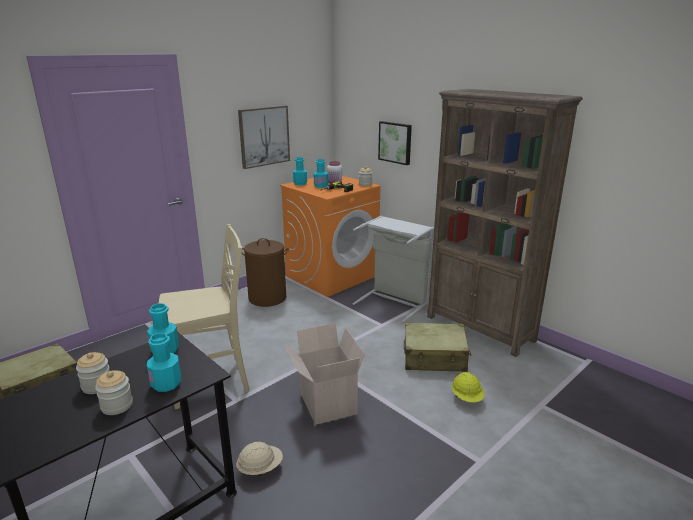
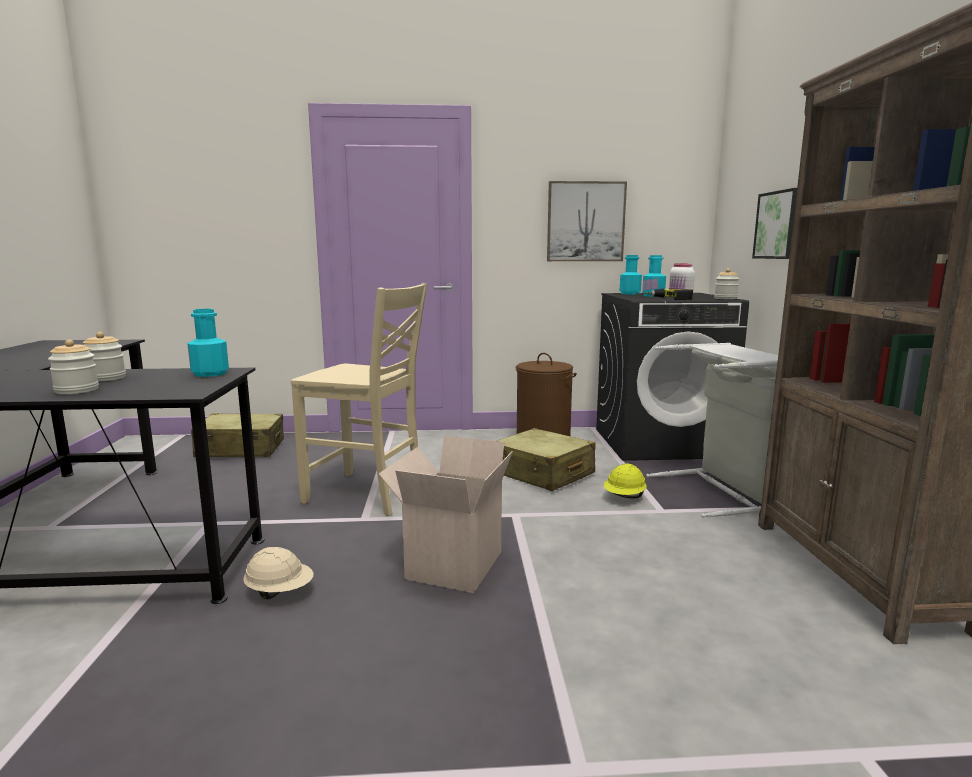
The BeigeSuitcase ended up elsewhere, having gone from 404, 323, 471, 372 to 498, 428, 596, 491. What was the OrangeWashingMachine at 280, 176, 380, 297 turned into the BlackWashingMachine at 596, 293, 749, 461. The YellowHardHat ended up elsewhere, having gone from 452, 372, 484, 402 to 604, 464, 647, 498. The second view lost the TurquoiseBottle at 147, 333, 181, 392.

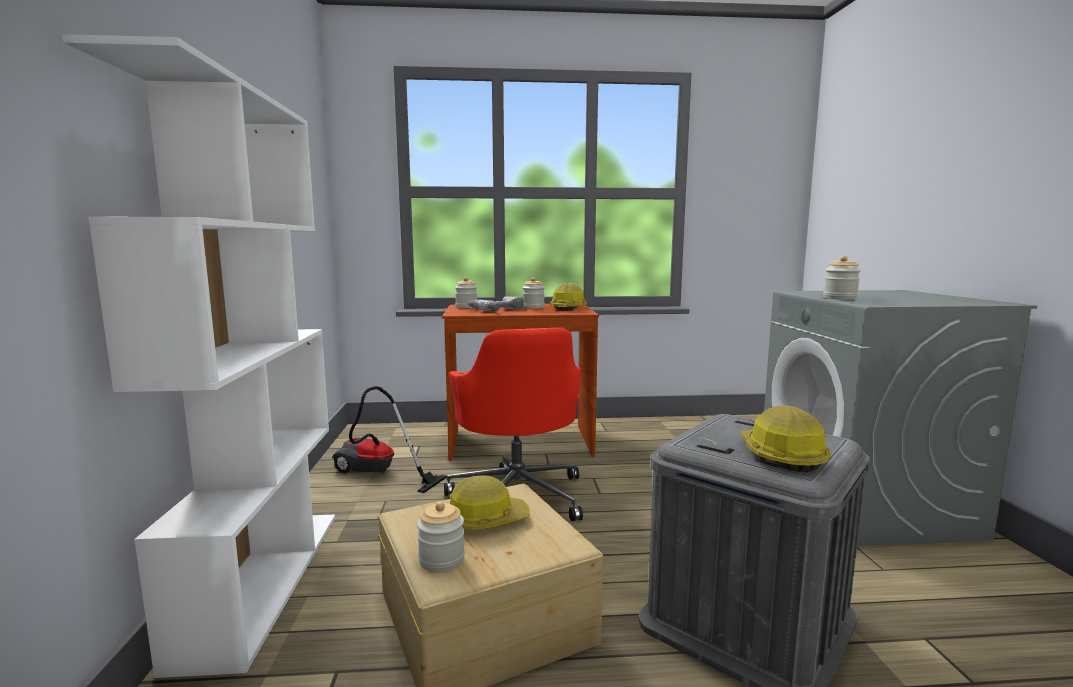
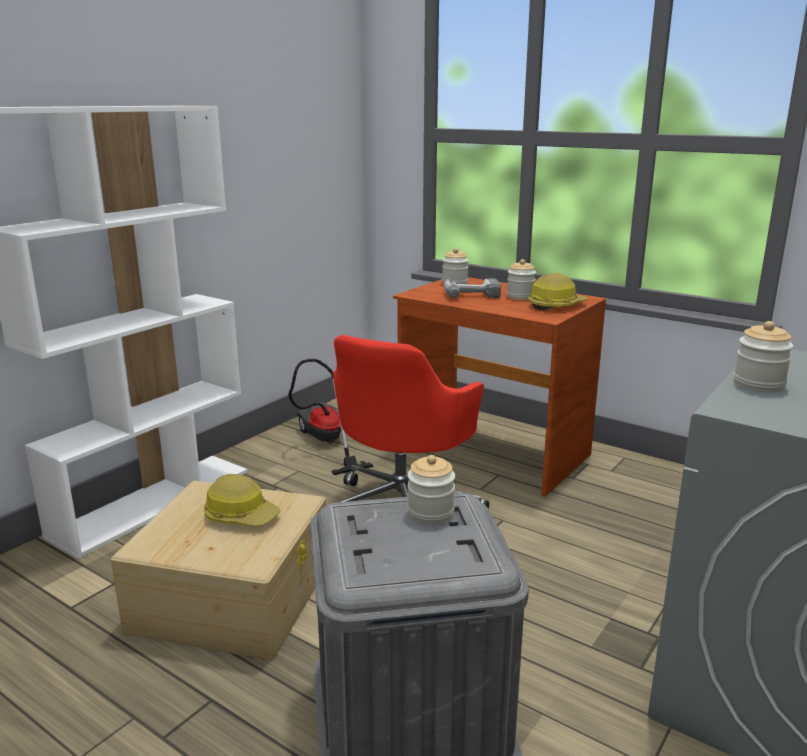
The Jar ended up elsewhere, having gone from 417, 502, 465, 572 to 407, 455, 455, 524. The second view lost the HardHat at 739, 405, 831, 473.

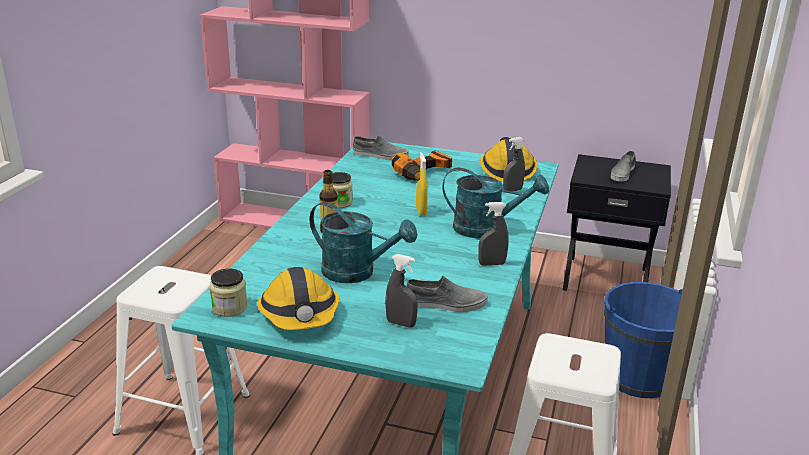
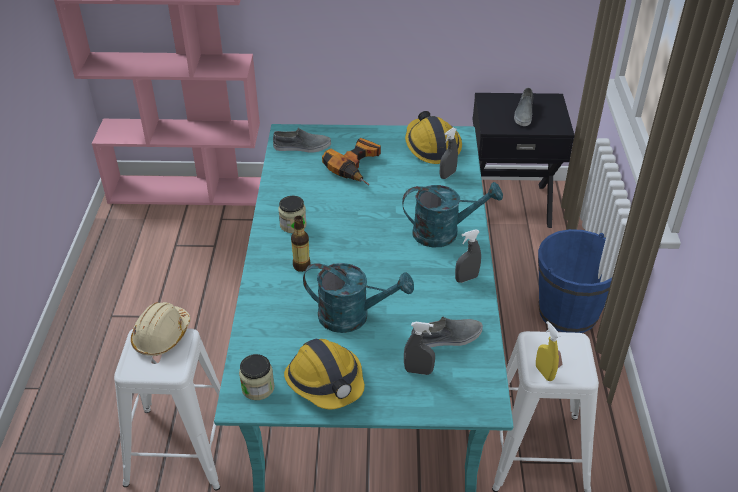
The second view gained the BeigeHardHat at 131, 302, 190, 356. The YellowSprayBottle ended up elsewhere, having gone from 416, 152, 428, 216 to 536, 321, 560, 381.

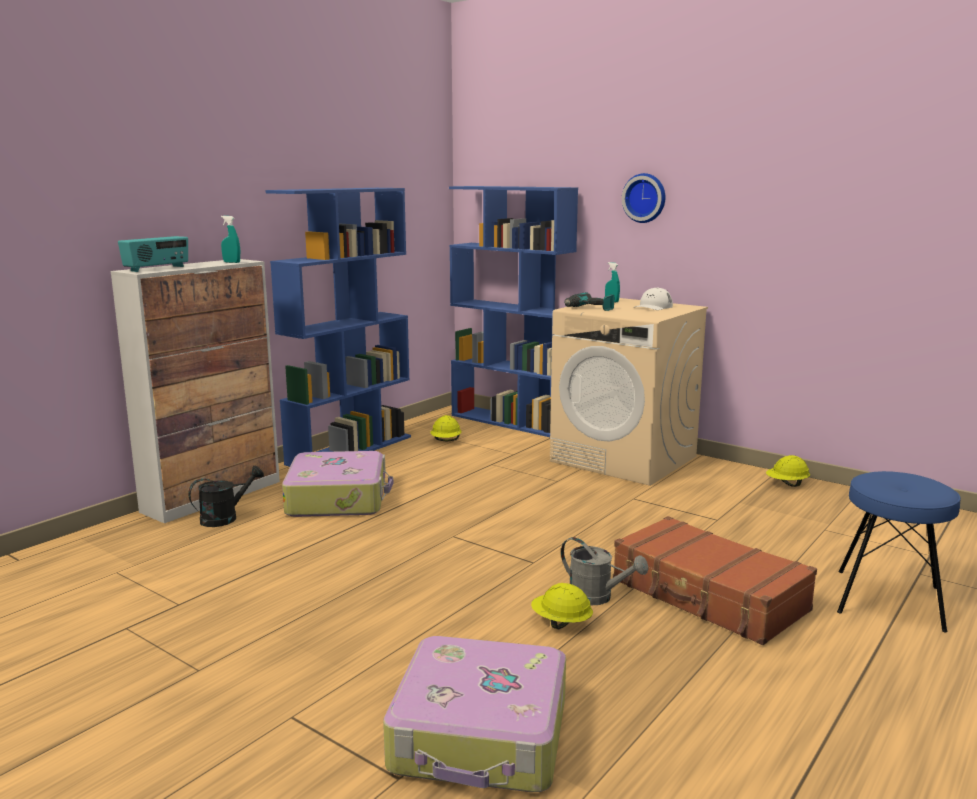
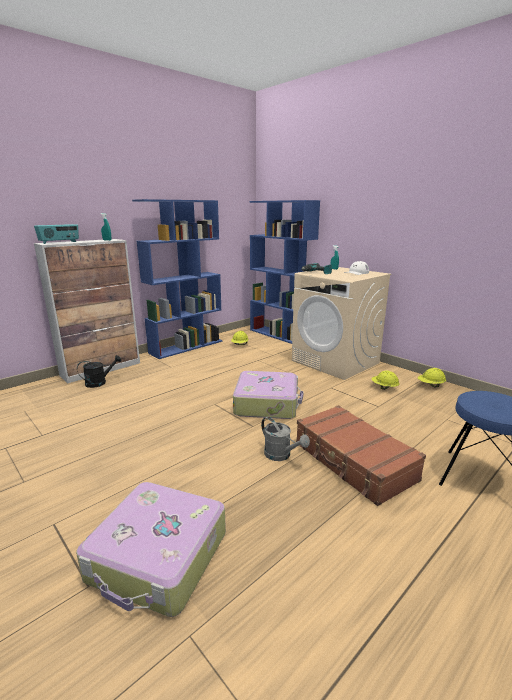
The Suitcase ended up elsewhere, having gone from 282, 451, 393, 517 to 233, 371, 303, 419. The YellowHardHat ended up elsewhere, having gone from 531, 583, 593, 629 to 372, 371, 400, 390. The second view lost the WallClock at 622, 173, 665, 223.

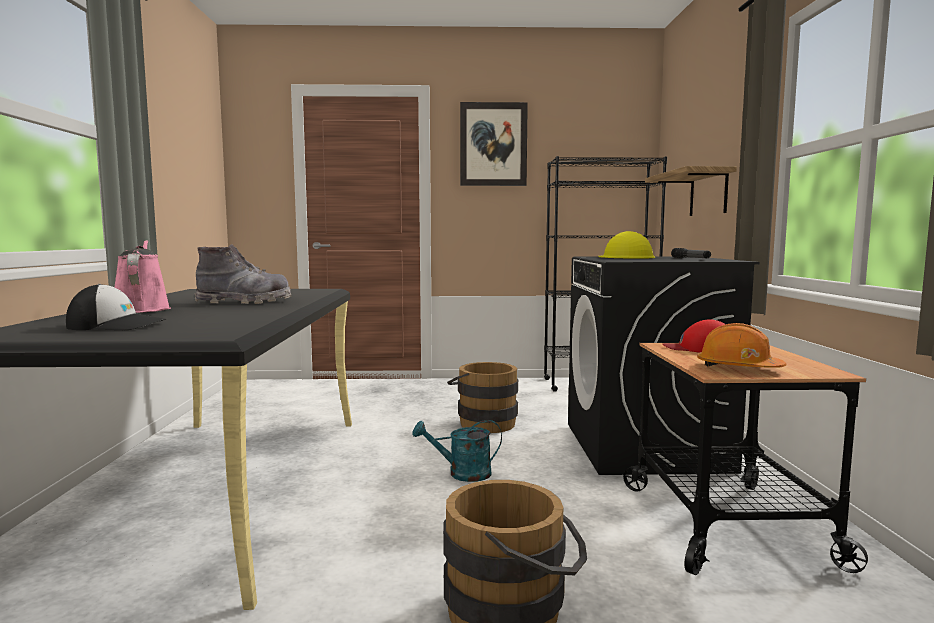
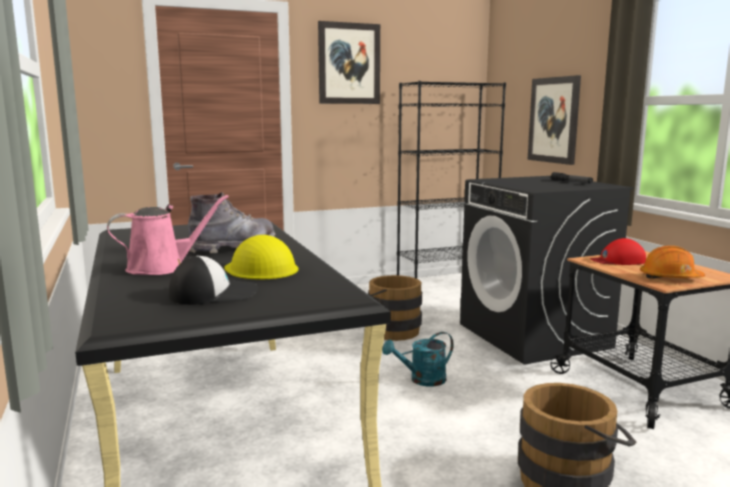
The PinkWateringCan at 115, 240, 171, 313 ended up facing another way, 105 degrees clockwise from before. The YellowHardHat ended up elsewhere, having gone from 598, 231, 655, 259 to 224, 235, 299, 279. Where the Shelf hung at 645, 166, 737, 216, the Picture came to hang at 527, 75, 581, 165.

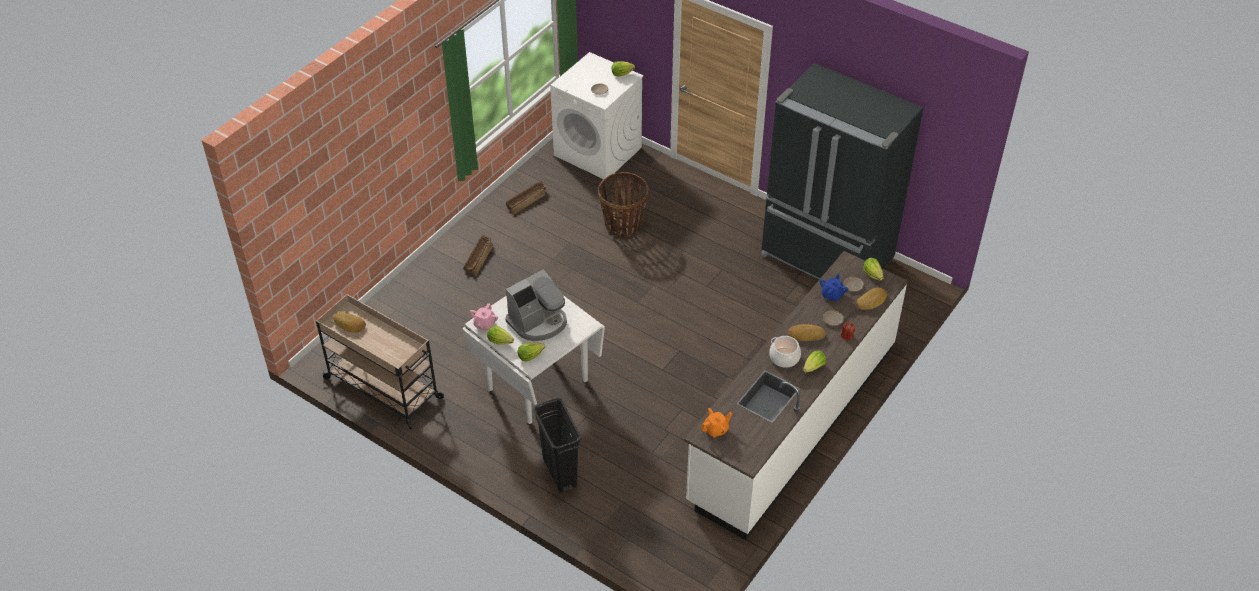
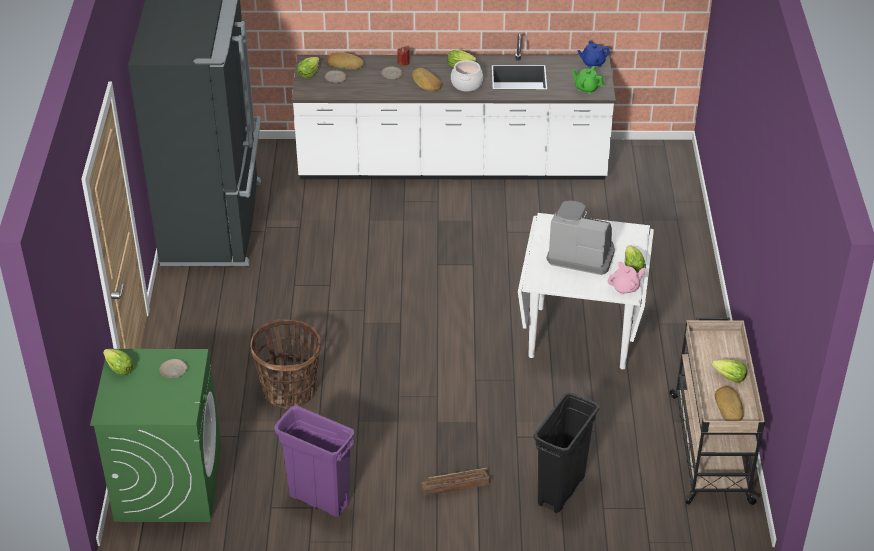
What was the WhiteWashingMachine at 550, 52, 643, 179 turned into the GreenWashingMachine at 90, 349, 222, 522. Where the Crate stood at 506, 181, 546, 215, the PurpleTrashCan came to stand at 274, 405, 355, 517. The BlackTrashCan ended up elsewhere, having gone from 533, 398, 582, 492 to 533, 392, 600, 513. What was the OrangeTeapot at 701, 408, 732, 438 turned into the GreenTeapot at 571, 66, 604, 94. The BlueTeapot ended up elsewhere, having gone from 819, 273, 848, 302 to 577, 40, 610, 68. The Lettuce ended up elsewhere, having gone from 518, 342, 545, 362 to 711, 359, 747, 382.

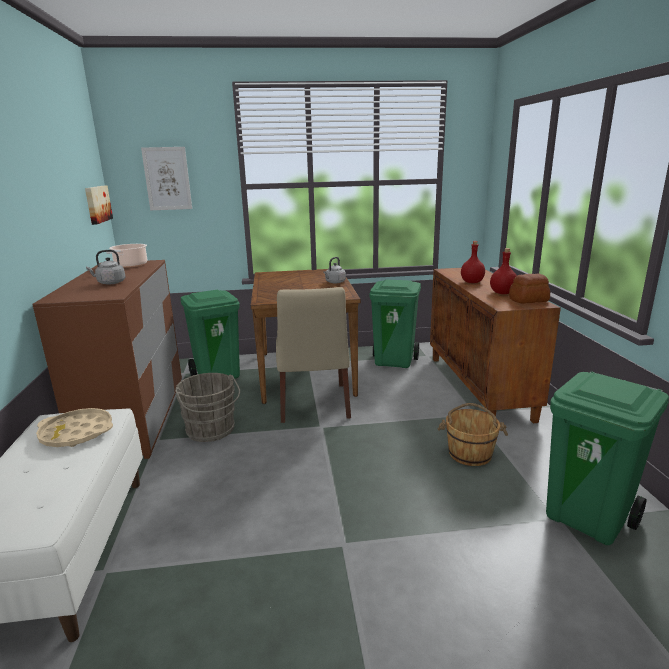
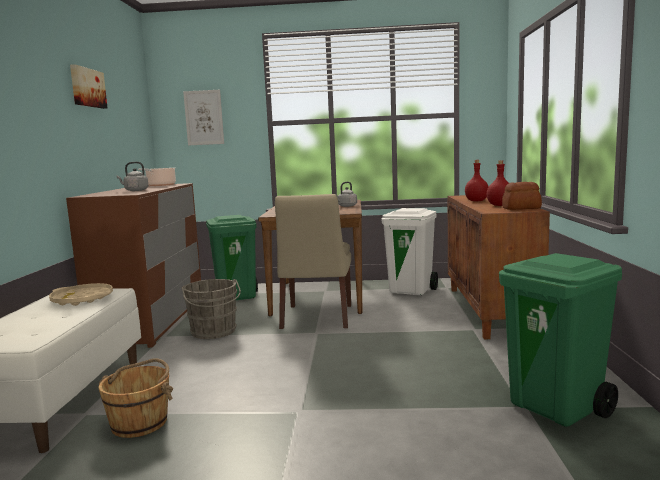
The Picture ended up elsewhere, having gone from 85, 186, 113, 225 to 70, 64, 108, 109. The BrownBucket ended up elsewhere, having gone from 438, 403, 508, 466 to 98, 358, 173, 438. What was the GreenTrashCan at 369, 280, 421, 368 turned into the WhiteTrashCan at 381, 208, 438, 295.

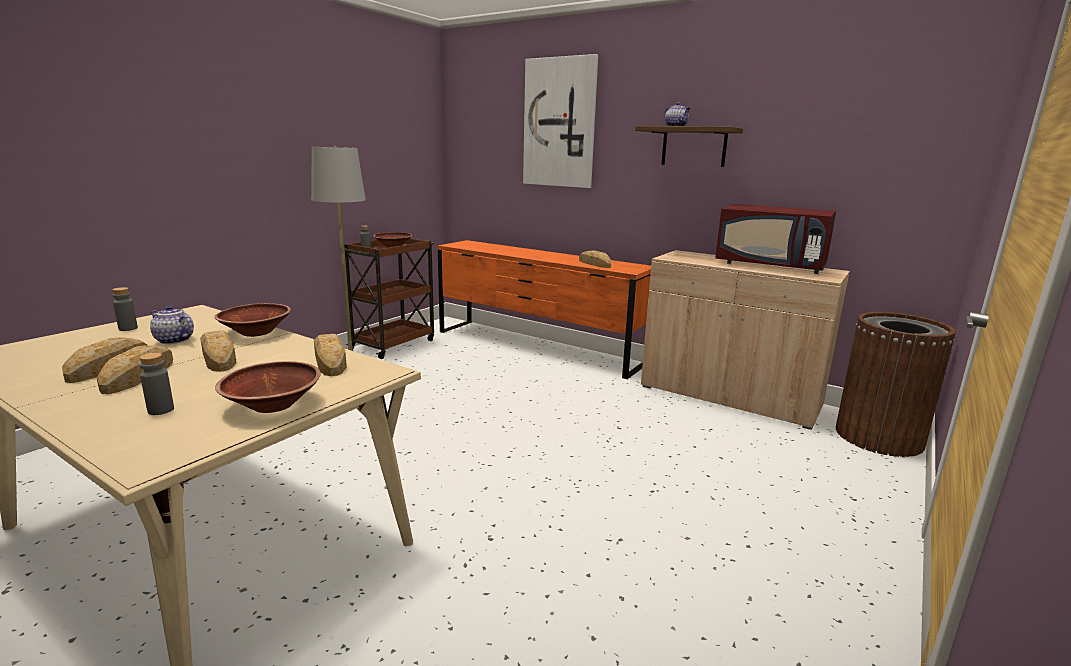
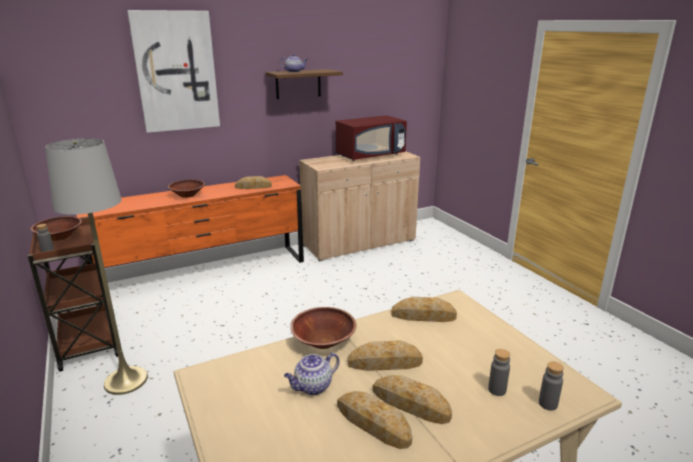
The BrownBowl ended up elsewhere, having gone from 215, 361, 321, 413 to 168, 180, 205, 198. The GreyBottle ended up elsewhere, having gone from 112, 287, 138, 331 to 539, 362, 564, 411. The second view lost the BrownTrashCan at 836, 312, 956, 457.

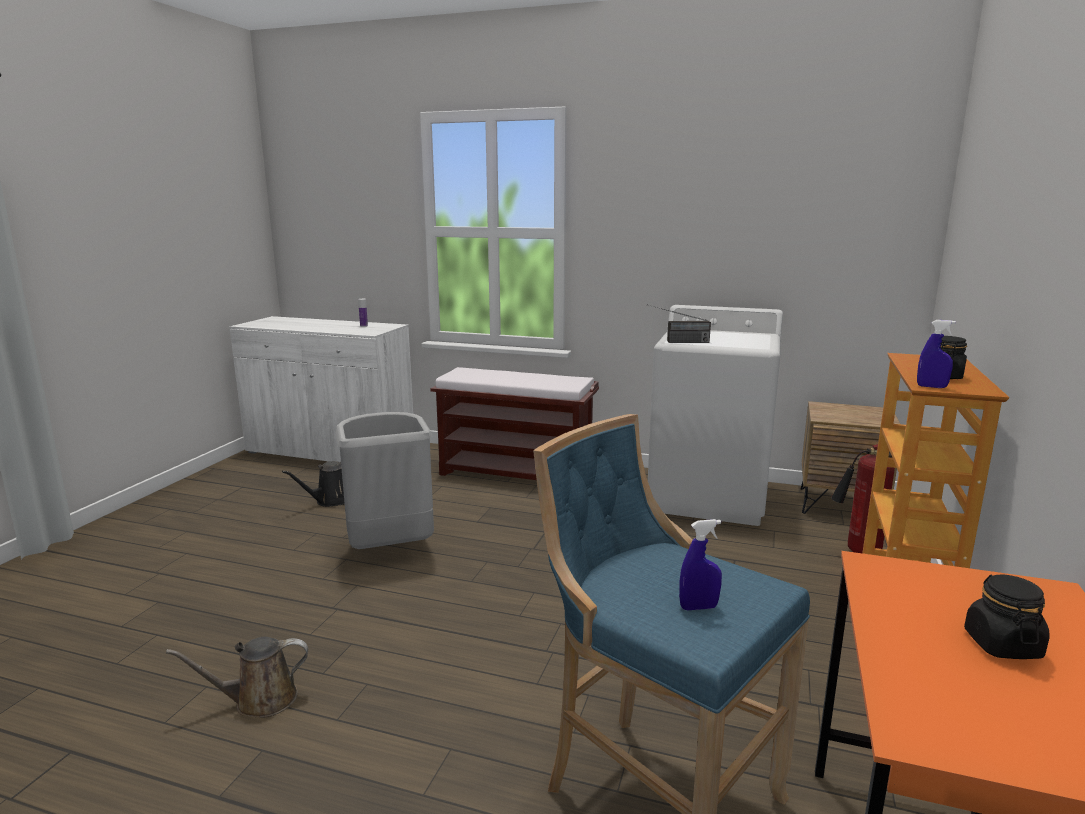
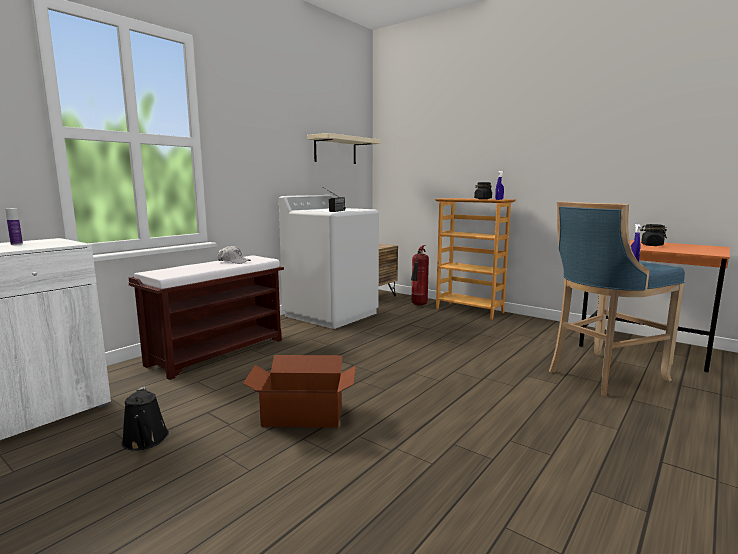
The second view gained the WhiteCap at 217, 245, 251, 264. Where the GreyTrashCan stood at 335, 412, 434, 549, the CardboardBox came to stand at 243, 355, 356, 428. The second view gained the BeigeShelf at 307, 133, 381, 164. The second view lost the BrownWateringCan at 166, 637, 308, 718.

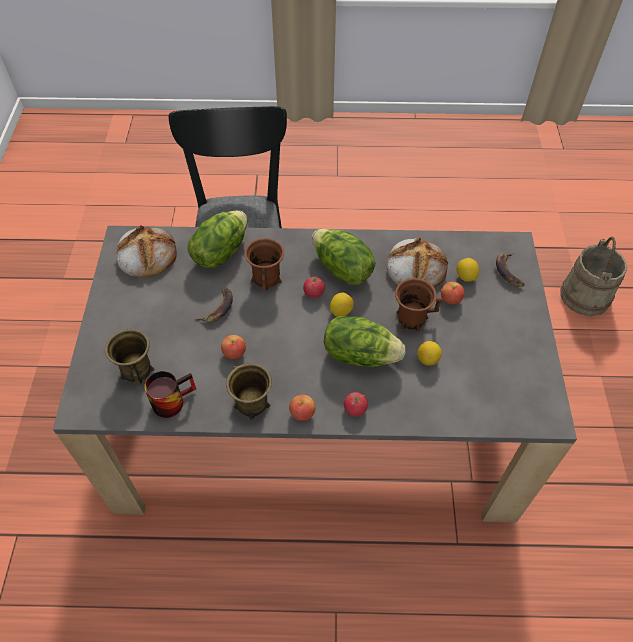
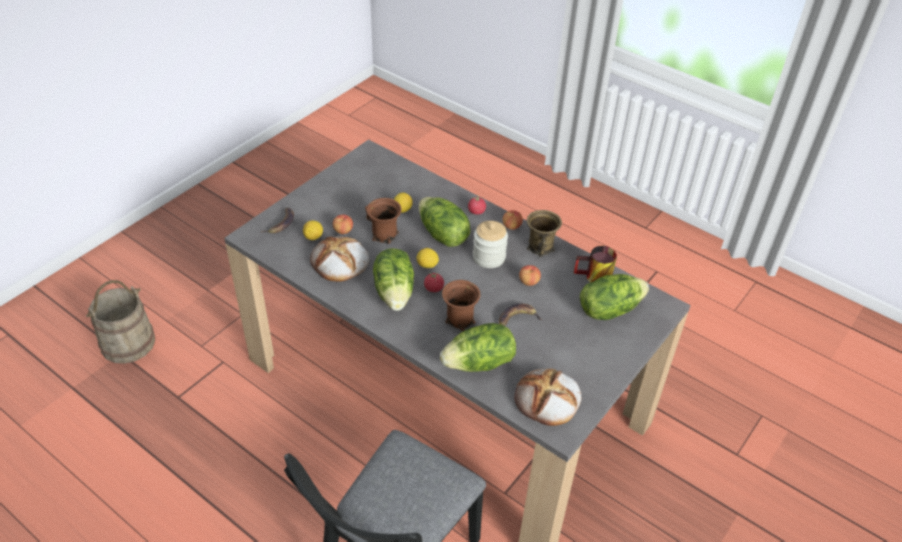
The second view gained the Jar at 473, 221, 508, 268. Where the BrownMug stood at 105, 329, 154, 385, the Lettuce came to stand at 580, 274, 649, 320.

